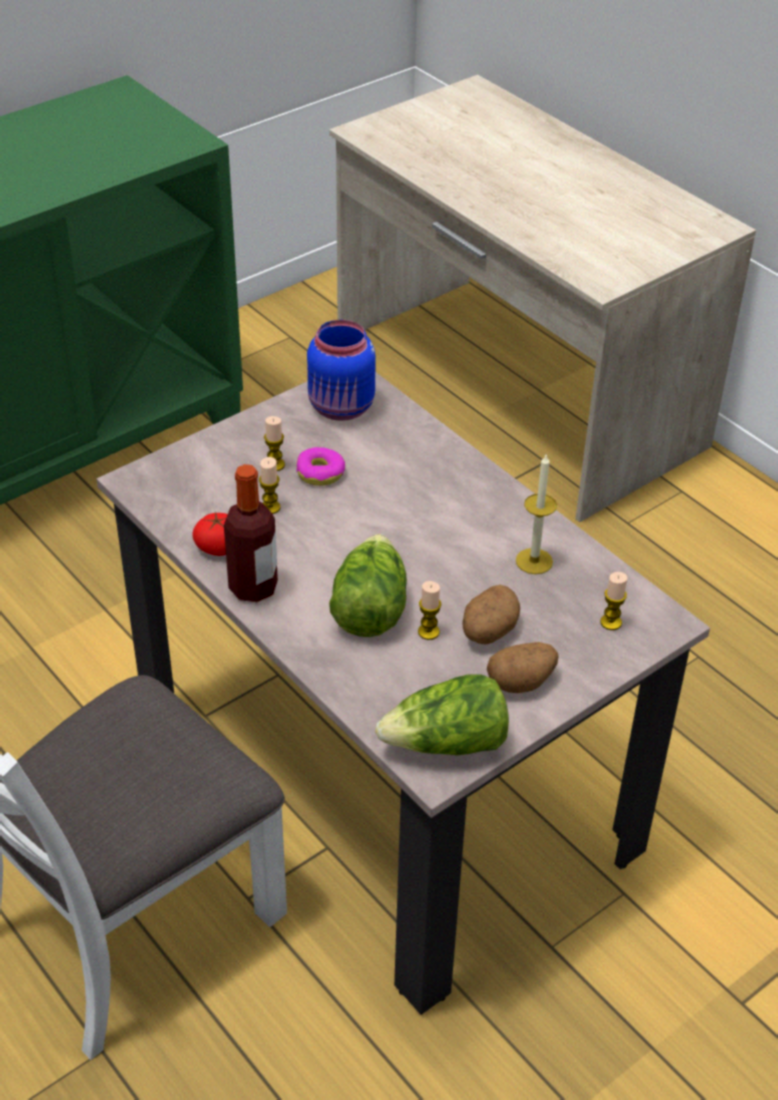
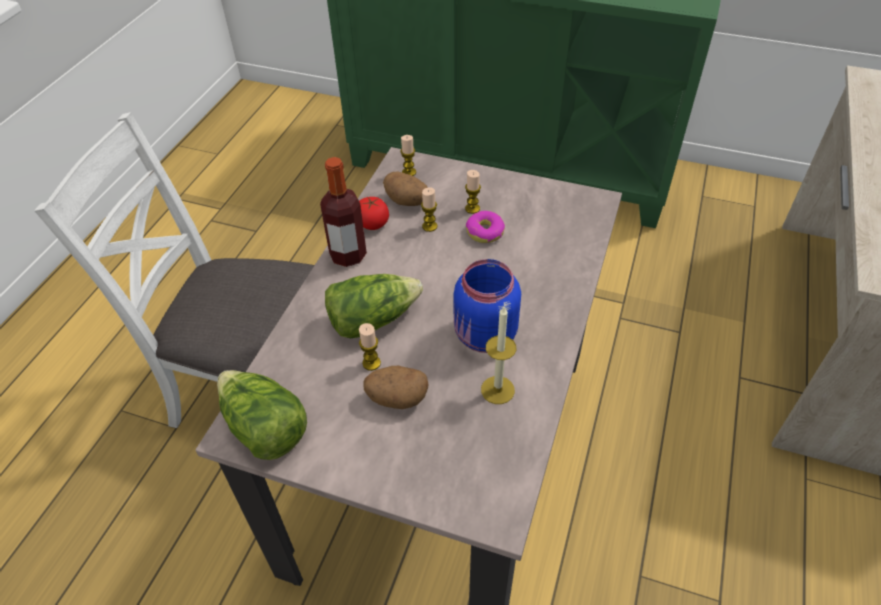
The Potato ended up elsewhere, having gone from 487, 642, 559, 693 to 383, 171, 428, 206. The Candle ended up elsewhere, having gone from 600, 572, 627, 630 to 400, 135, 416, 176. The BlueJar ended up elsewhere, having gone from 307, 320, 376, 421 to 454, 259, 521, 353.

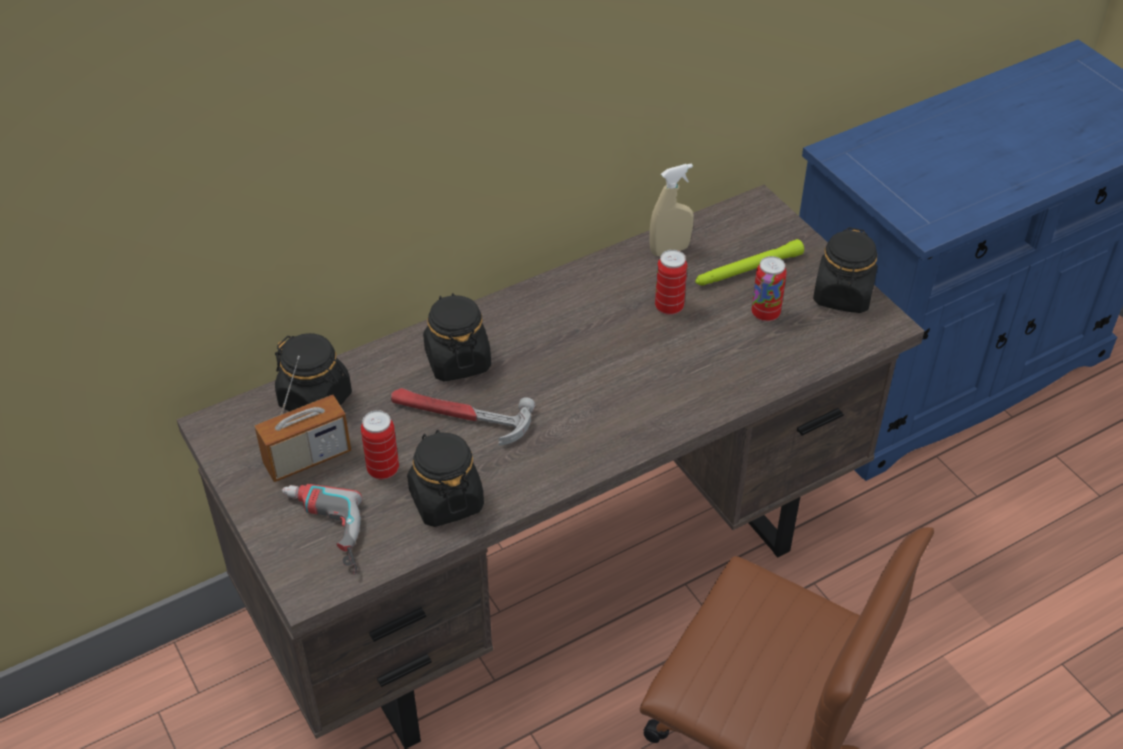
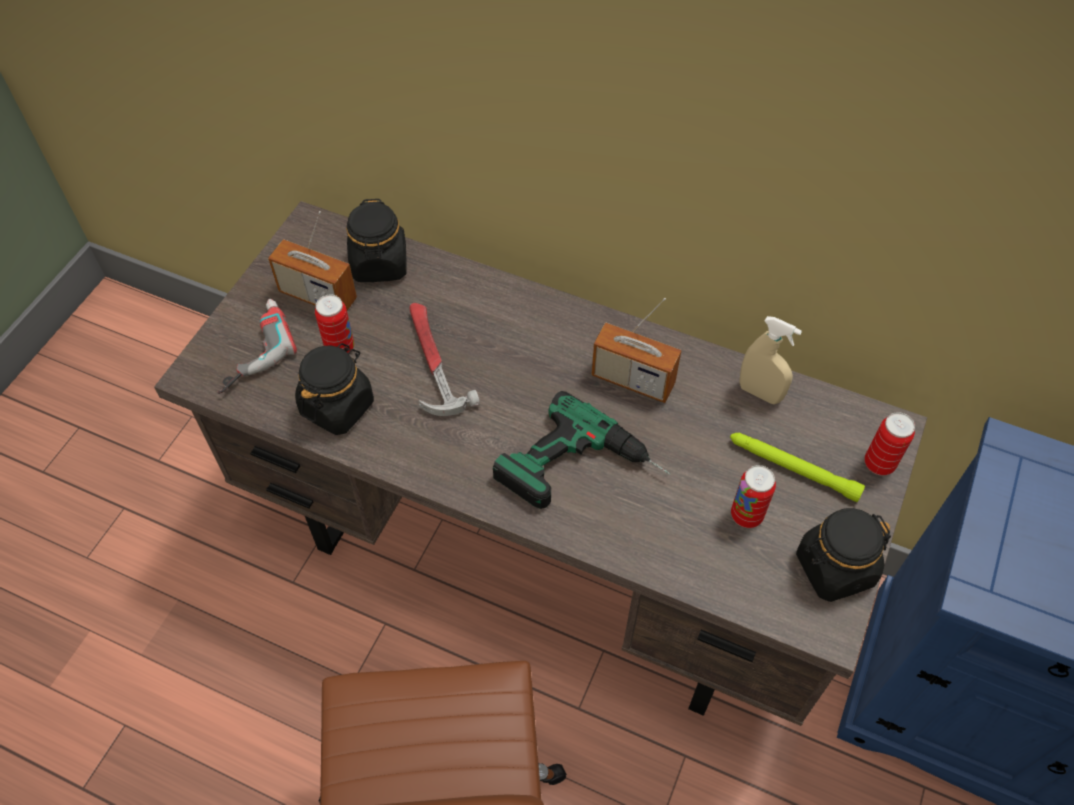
The second view gained the PowerDrill at 493, 391, 670, 509. The second view gained the Radio at 591, 298, 682, 403. The Can ended up elsewhere, having gone from 655, 250, 687, 315 to 865, 412, 915, 476. The second view lost the BlackJar at 423, 293, 491, 382.

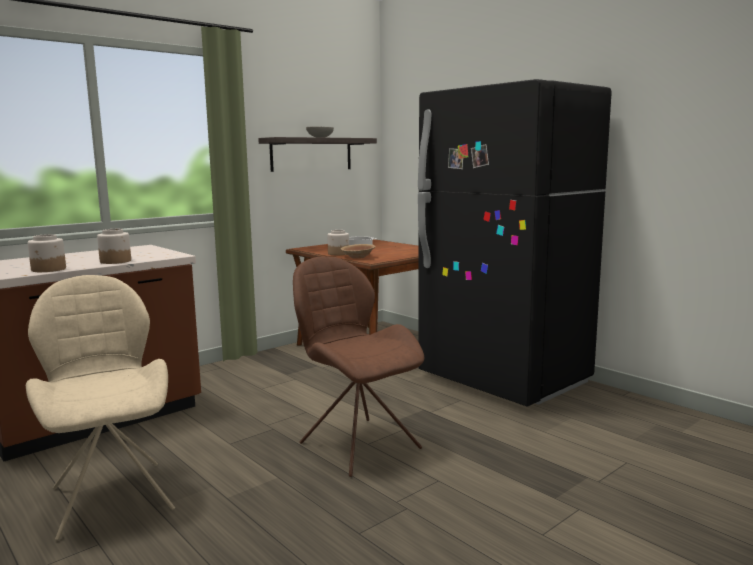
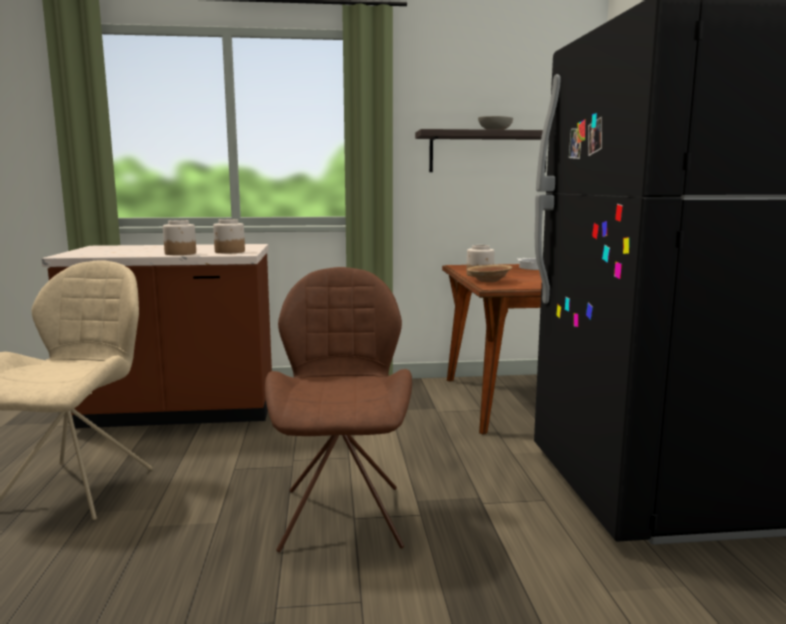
The Jar ended up elsewhere, having gone from 28, 234, 66, 272 to 213, 219, 245, 253.

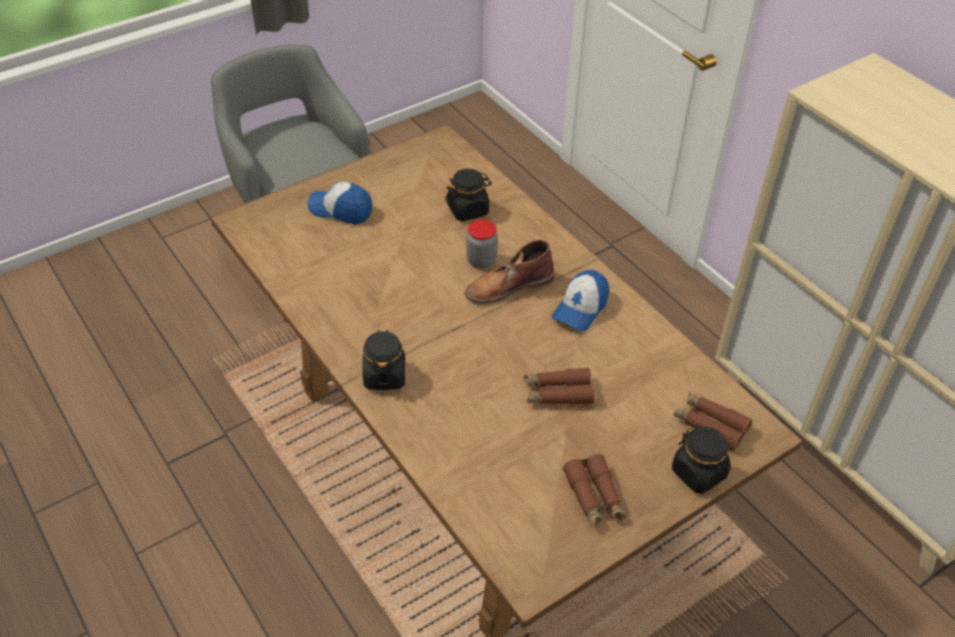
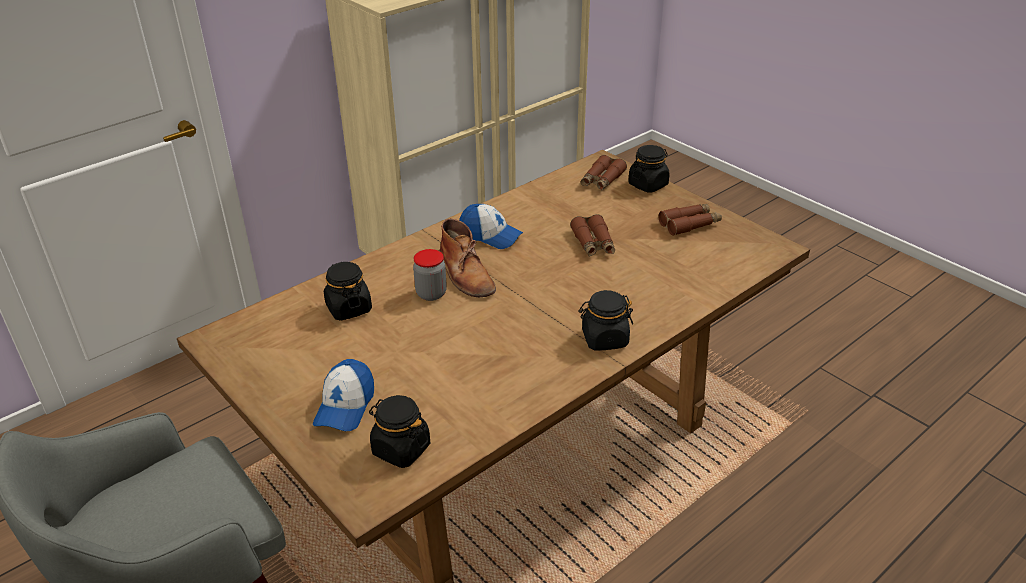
The second view gained the BlackJar at 369, 395, 430, 468.

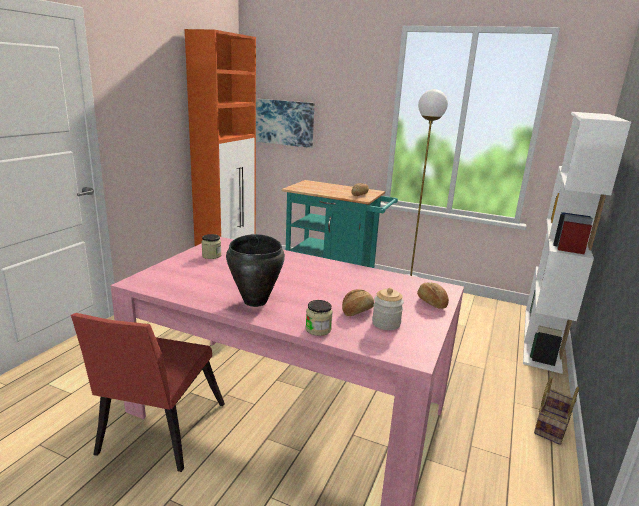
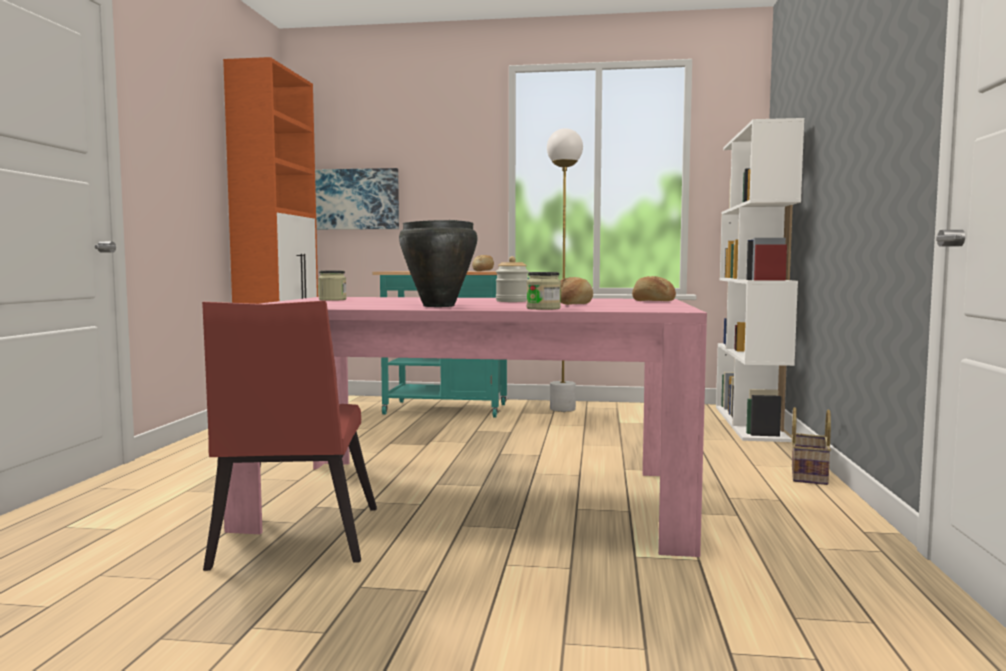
The Jar ended up elsewhere, having gone from 372, 288, 404, 330 to 496, 256, 529, 302.

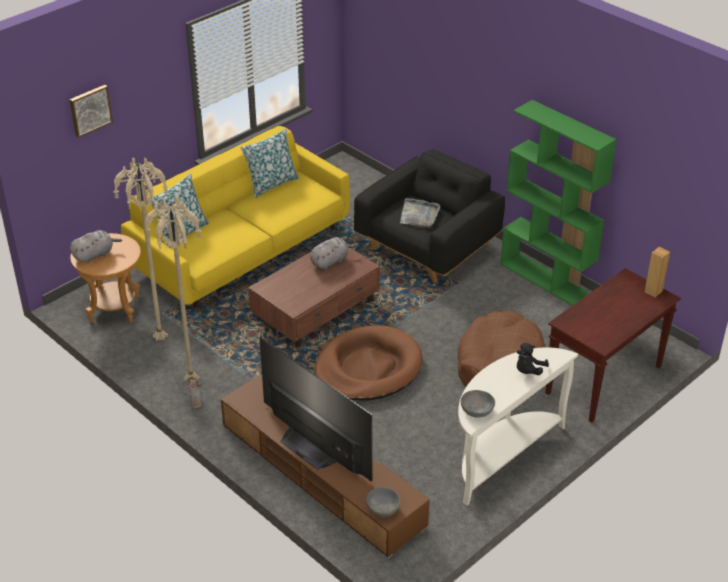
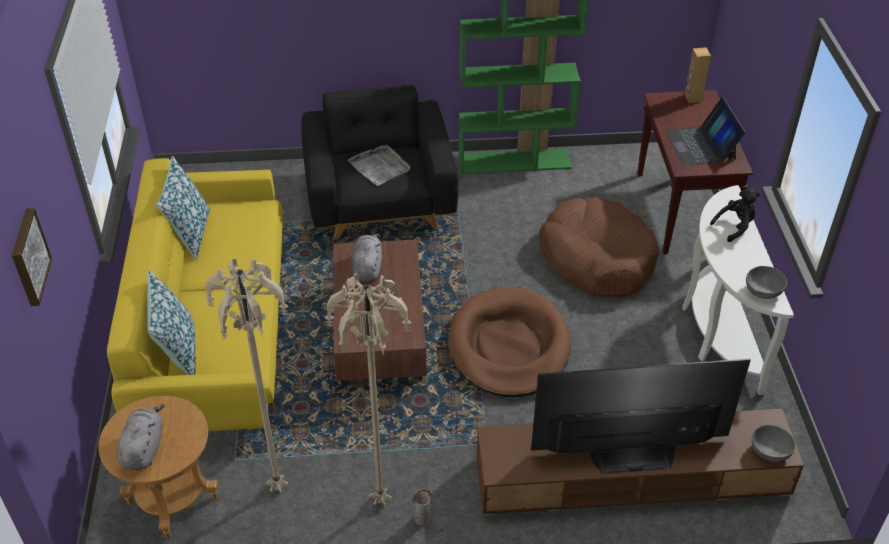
The second view gained the Laptop at 665, 97, 746, 166. The BlackPlushToy at 517, 343, 549, 375 ended up facing another way, 105 degrees counterclockwise from before.

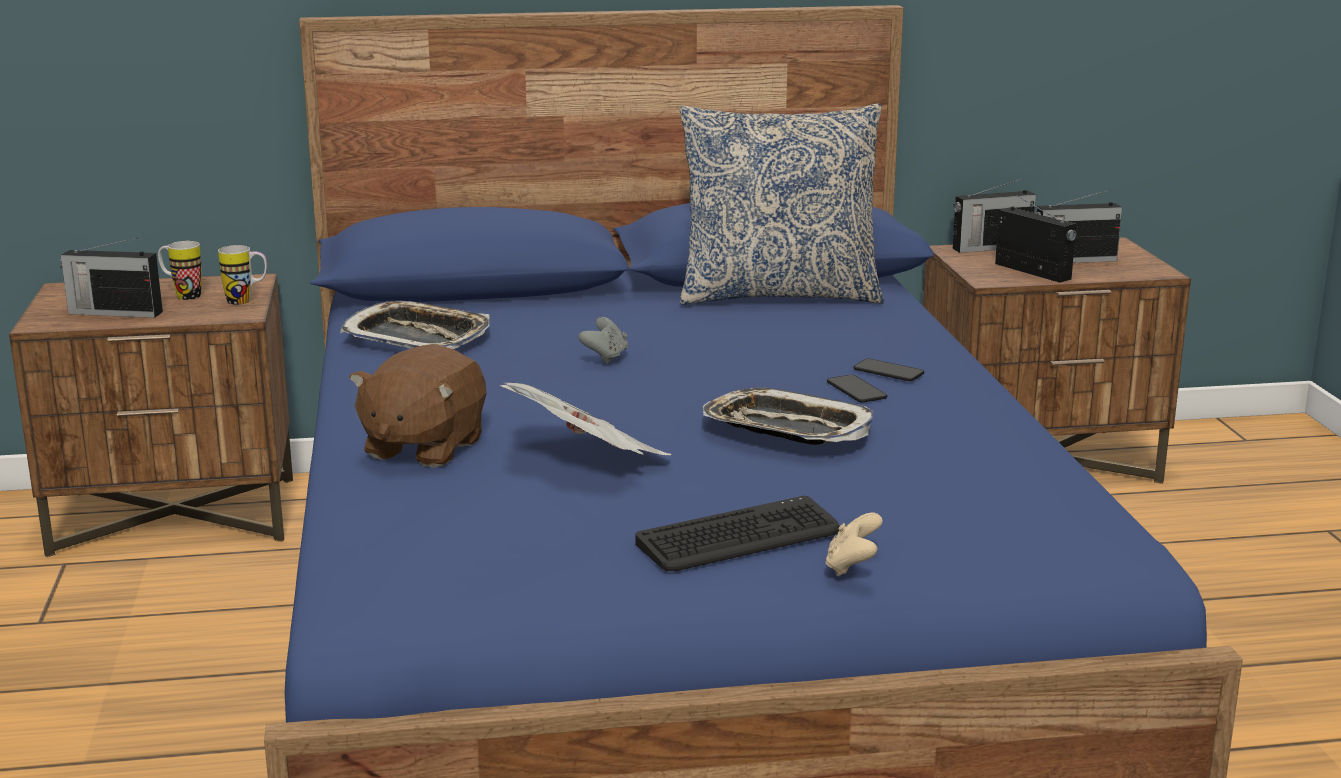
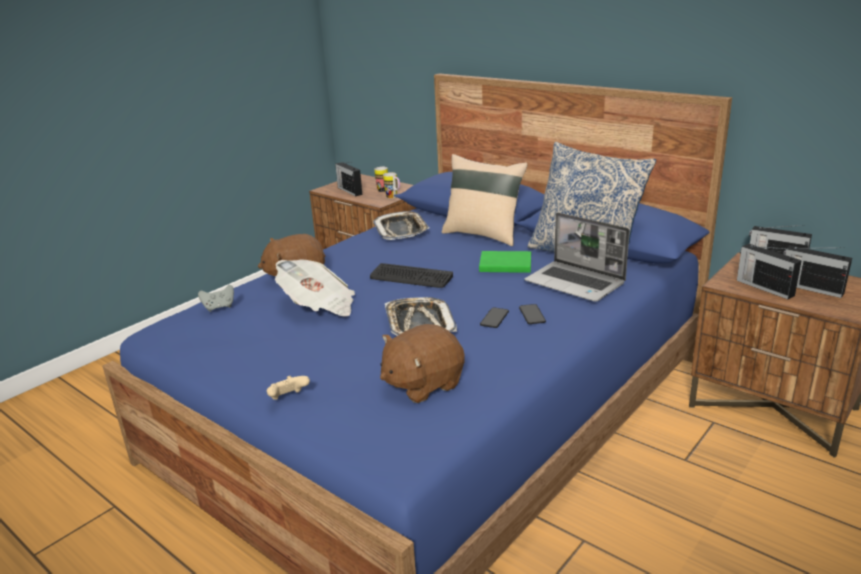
The GreyGameController ended up elsewhere, having gone from 579, 317, 628, 364 to 198, 285, 234, 312. The Keyboard ended up elsewhere, having gone from 635, 496, 840, 571 to 370, 263, 453, 288. The second view gained the BrownPlushToy at 380, 324, 465, 403. The second view gained the BeigePillow at 442, 154, 528, 246. The second view gained the GreenBook at 479, 251, 531, 273. The second view gained the Laptop at 524, 212, 630, 302. The Radio at 995, 194, 1076, 283 ended up facing another way, 135 degrees clockwise from before.

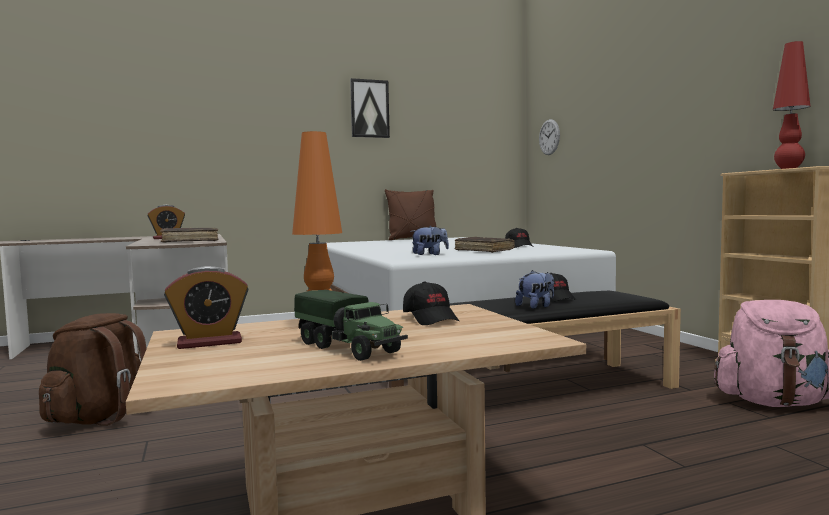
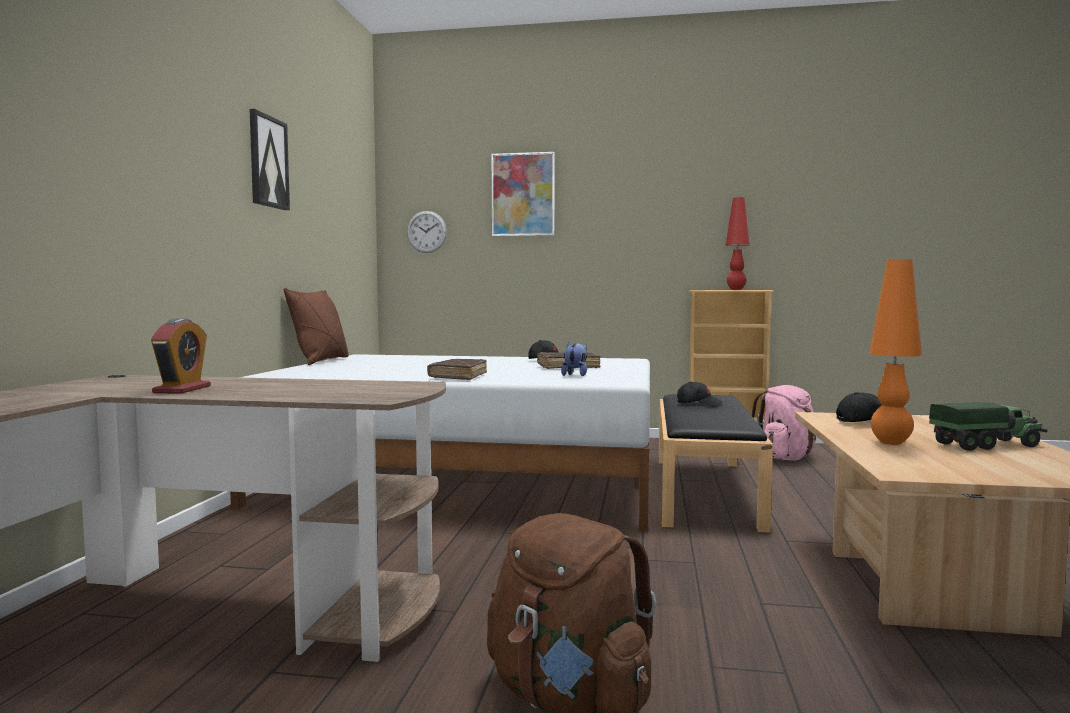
The BrownBook ended up elsewhere, having gone from 160, 228, 219, 243 to 427, 359, 487, 380. The second view gained the Picture at 491, 152, 555, 236. The second view lost the AlarmClock at 164, 266, 249, 349. The second view lost the PlushToy at 515, 270, 554, 309.

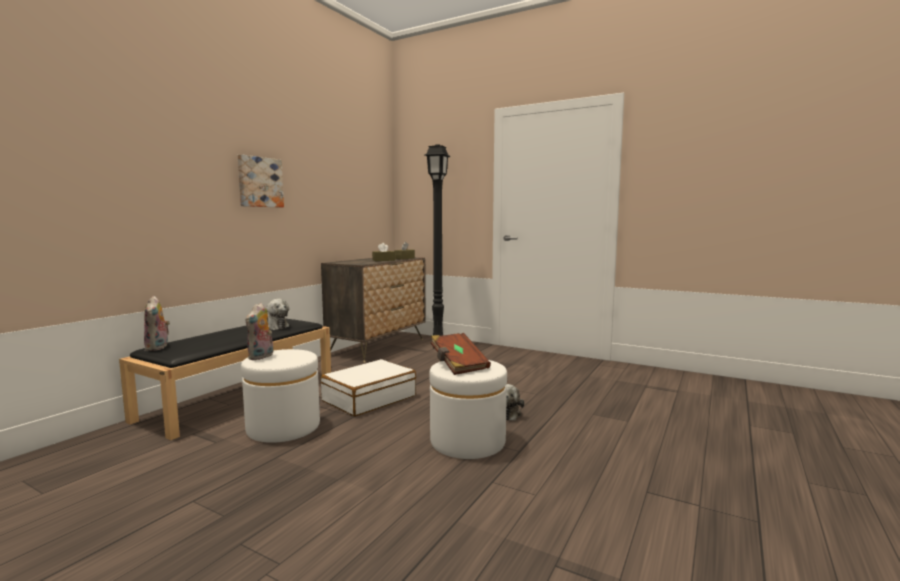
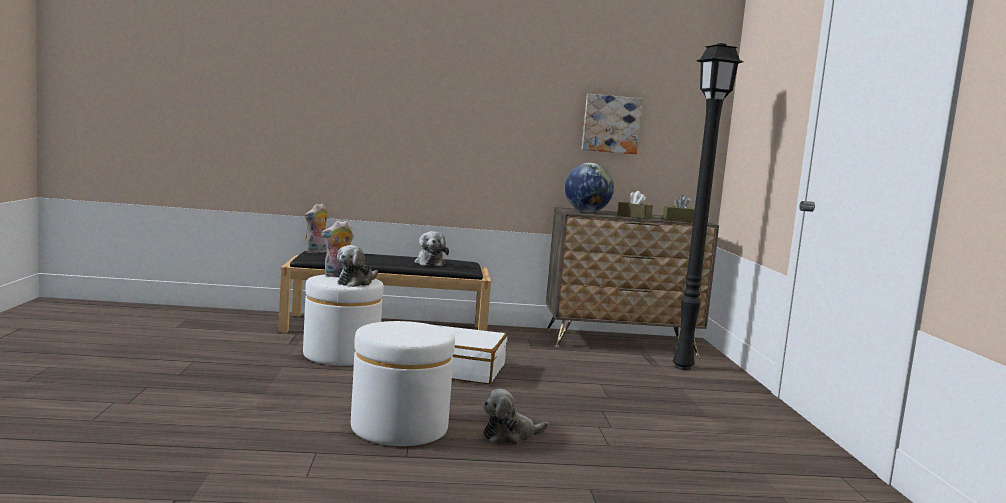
The second view gained the PlushToy at 337, 245, 378, 287. The second view gained the Globe at 565, 163, 614, 212. The Picture ended up elsewhere, having gone from 238, 154, 284, 207 to 582, 94, 643, 154. The second view lost the BrownBook at 431, 333, 491, 375.

